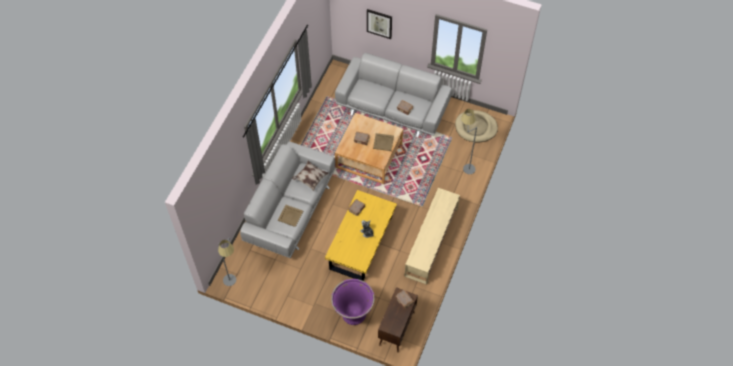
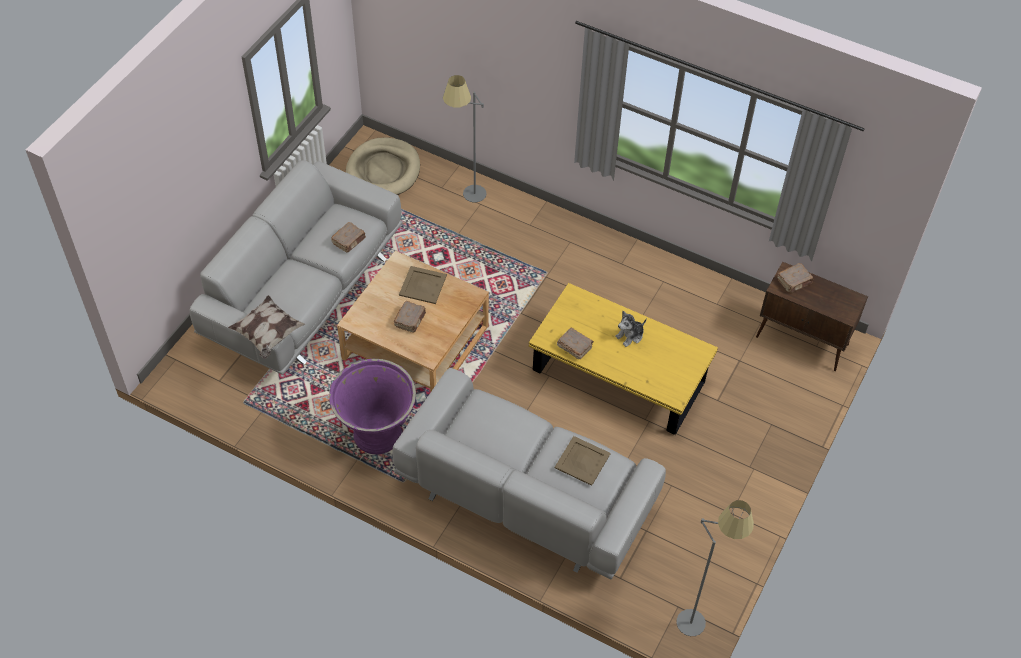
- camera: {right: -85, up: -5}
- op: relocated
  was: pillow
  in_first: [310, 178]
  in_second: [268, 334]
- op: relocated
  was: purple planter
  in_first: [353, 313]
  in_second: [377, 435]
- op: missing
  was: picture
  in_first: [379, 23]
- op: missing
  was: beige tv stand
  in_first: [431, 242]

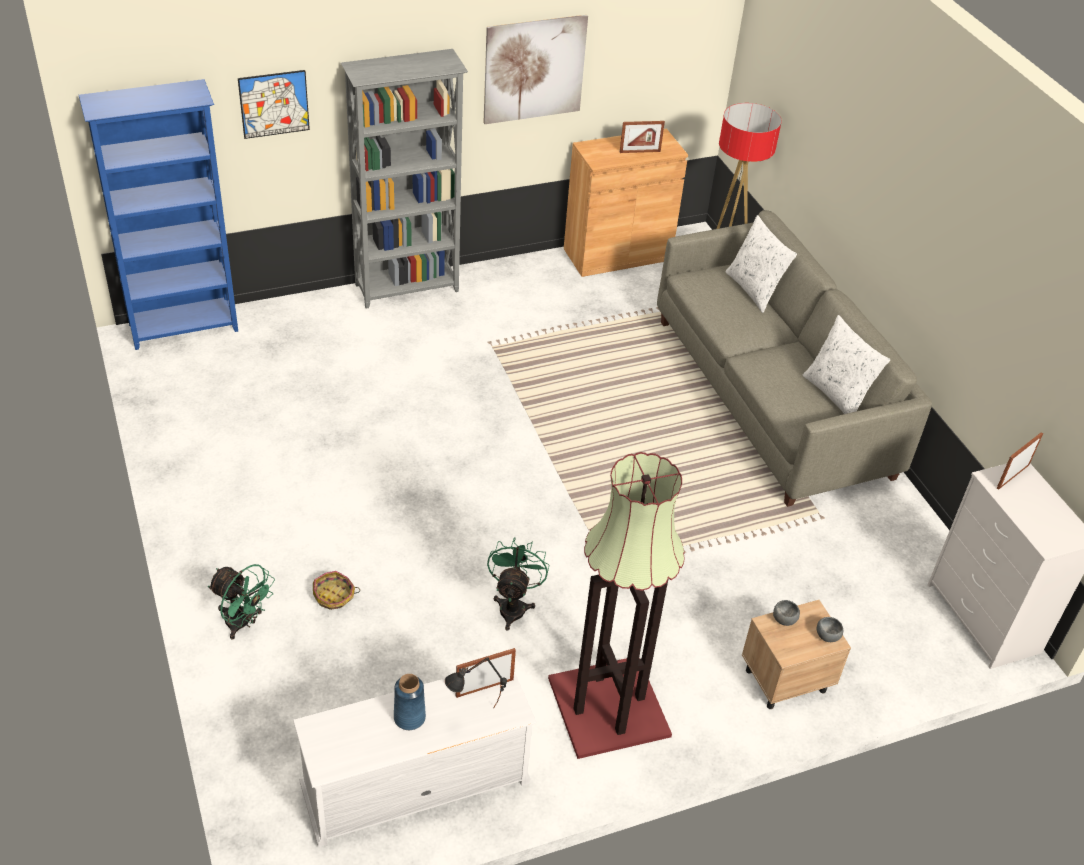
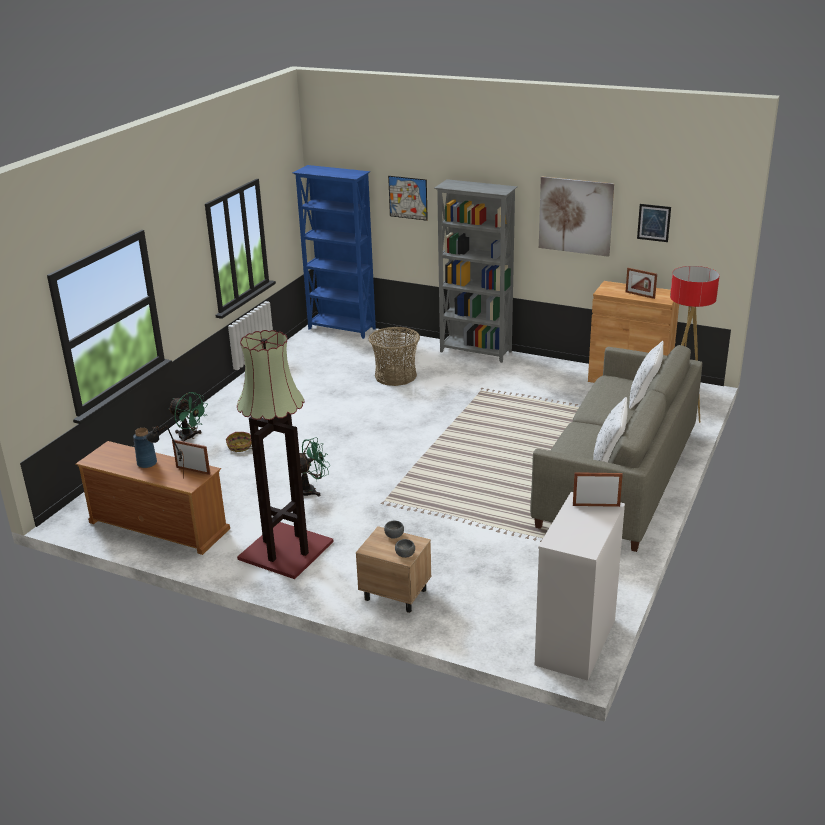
- camera: {right: 50, up: -15}
- op: spun
  was: green fan
  in_first: [243, 623]
  in_second: [190, 437]
  clockwise: -45
- op: colour
  was: white tv stand
  now: brown tv stand
  in_first: [414, 784]
  in_second: [157, 526]
- op: appeared
  now: basket
  in_second: [395, 376]
- op: appeared
  now: picture
  in_second: [654, 222]

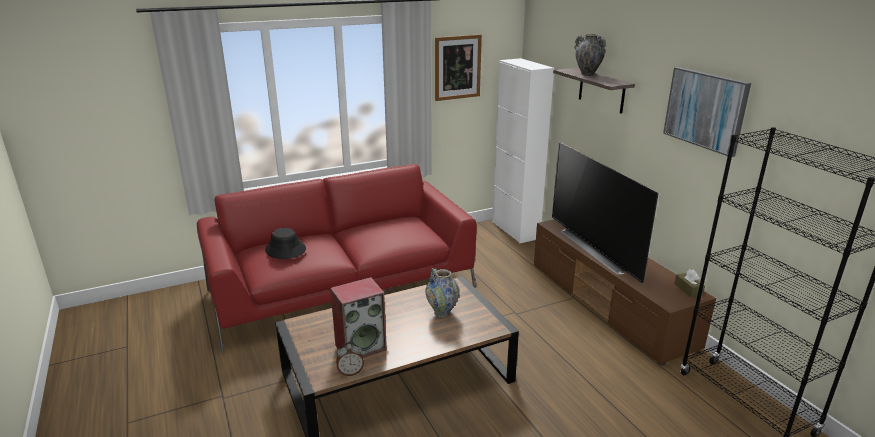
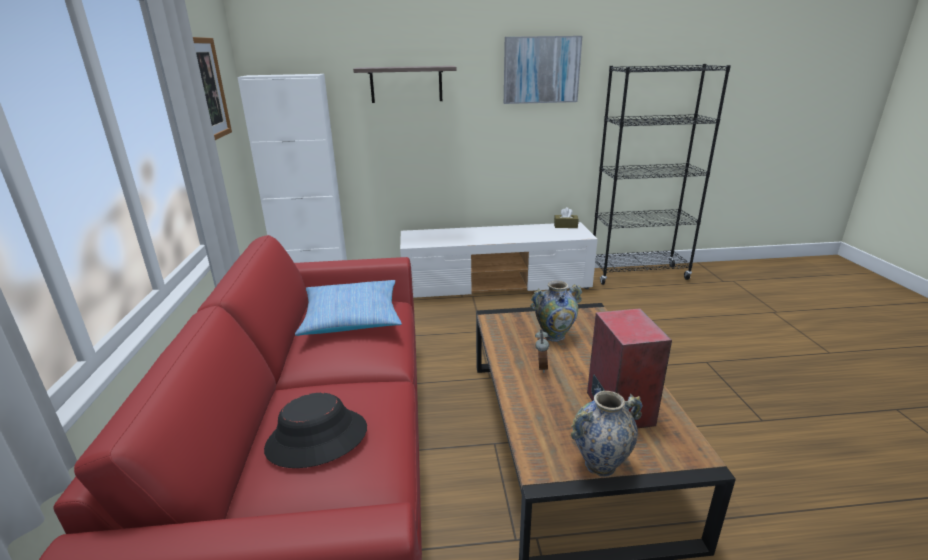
- camera: {right: -70, up: 0}
- op: relocated
  was: alarm clock
  in_first: [350, 372]
  in_second: [540, 367]
- op: colour
  was: brown tv stand
  now: white tv stand
  in_first: [610, 305]
  in_second: [496, 284]
- op: missing
  was: television
  in_first: [597, 249]
- op: relocated
  was: vase
  in_first: [587, 74]
  in_second: [600, 465]
- op: appeared
  now: pillow
  in_second: [351, 318]

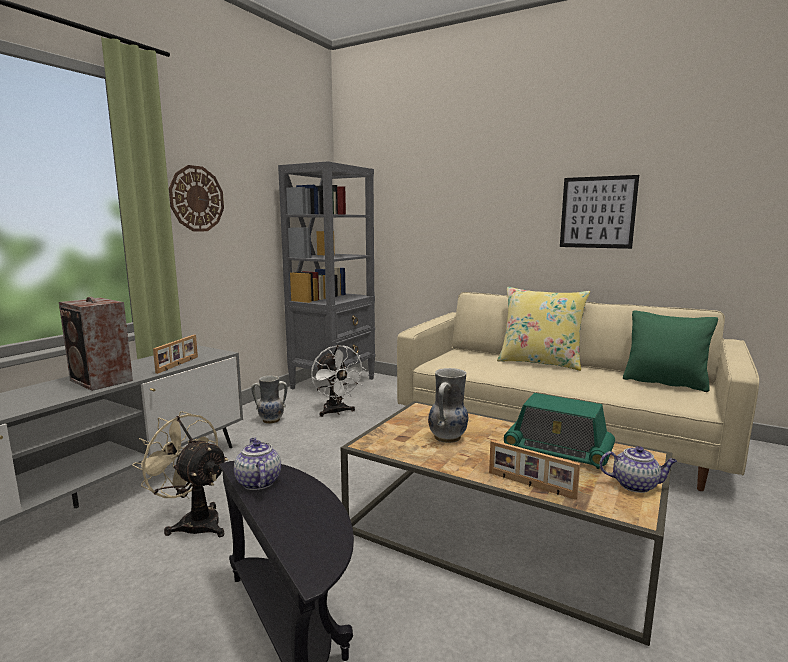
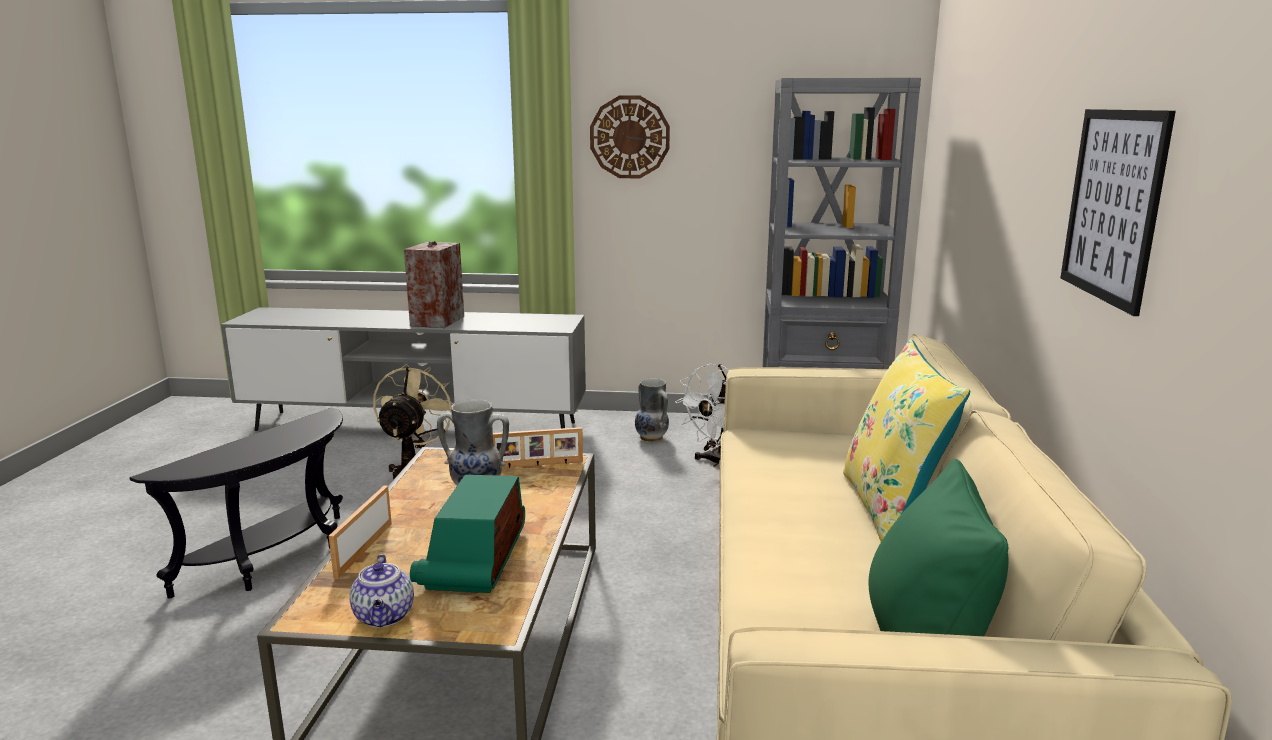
- camera: {right: 65, up: 5}
- op: relocated
  was: picture frame
  in_first: [178, 365]
  in_second: [537, 465]
- op: missing
  was: teapot
  in_first: [258, 482]

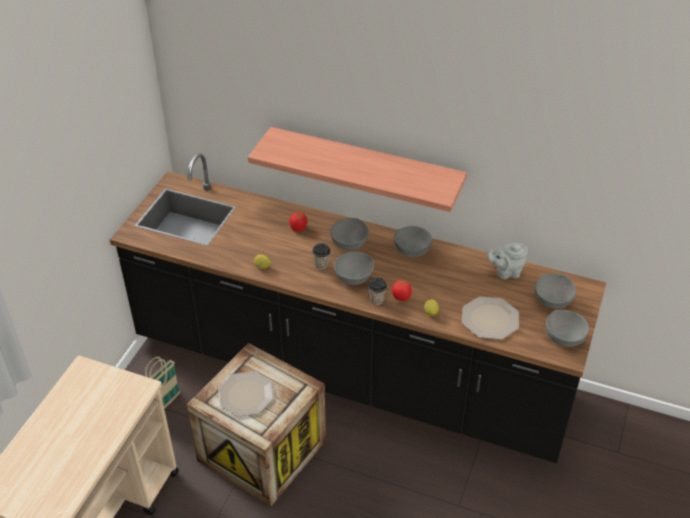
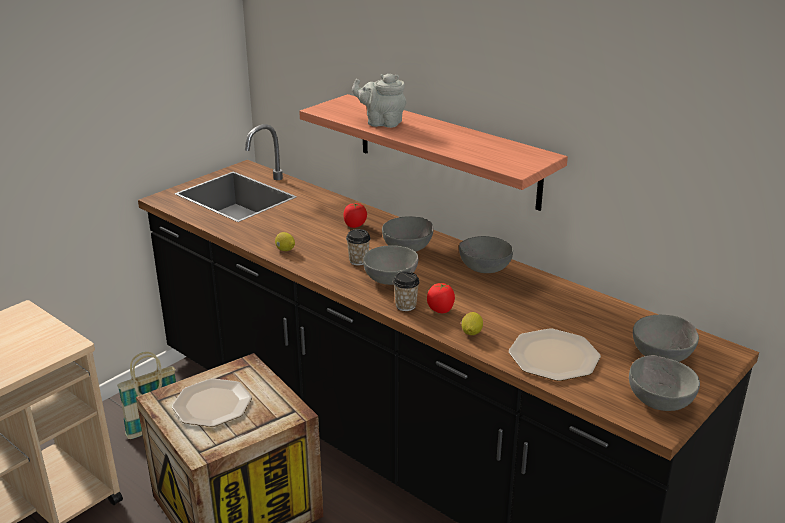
- camera: {right: 20, up: -15}
- op: relocated
  was: grey teapot
  in_first: [506, 272]
  in_second: [381, 123]

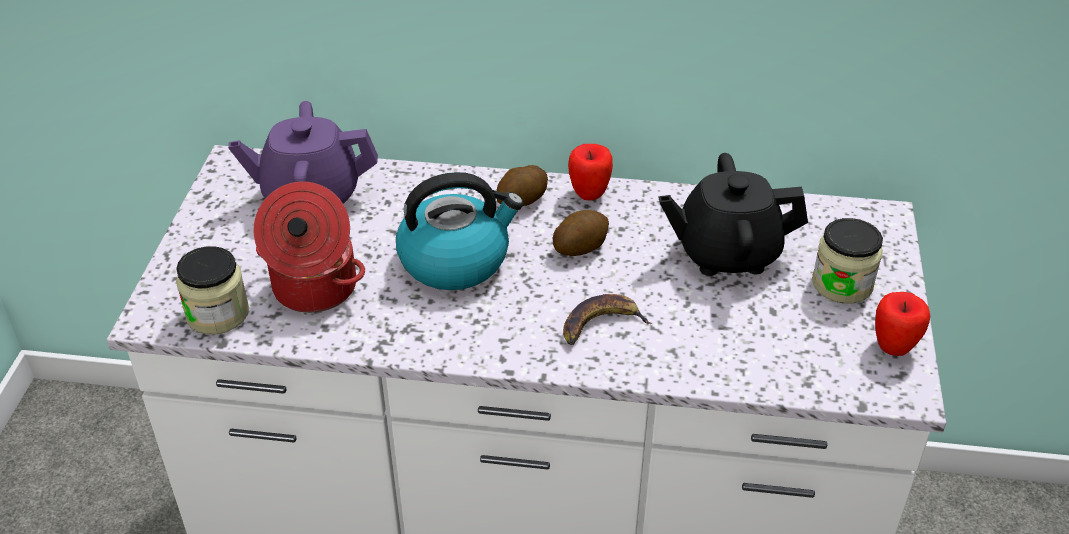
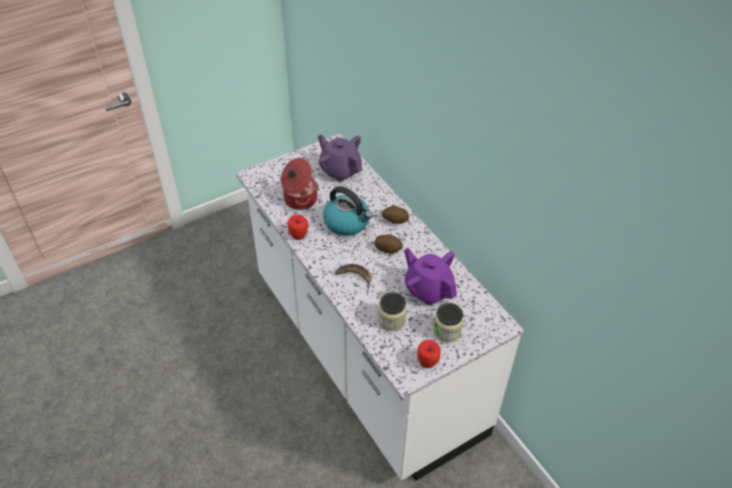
- camera: {right: 50, up: 5}
- op: relocated
  was: jar
  in_first: [217, 313]
  in_second: [391, 320]
- op: relocated
  was: apple
  in_first: [589, 193]
  in_second: [298, 236]
- op: colour
  was: black teapot
  now: purple teapot
  in_first: [727, 253]
  in_second: [428, 289]

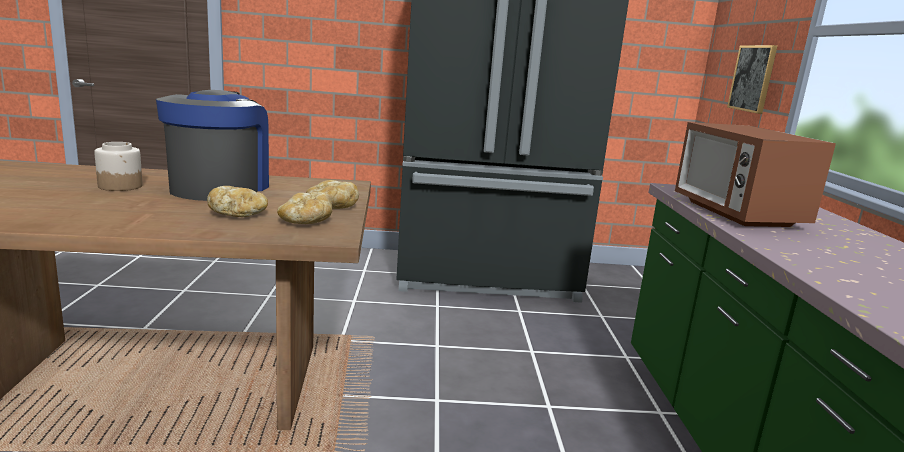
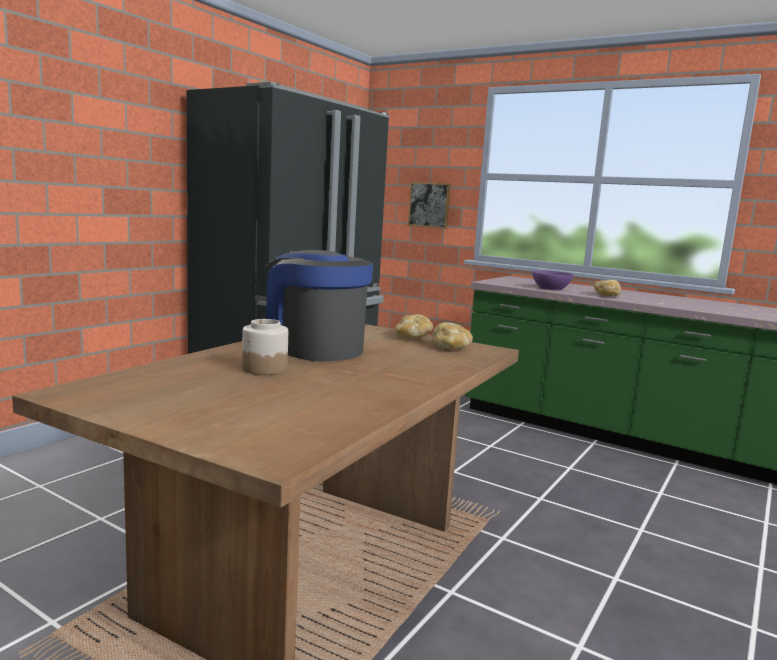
- camera: {right: -55, up: -5}
- op: relocated
  was: bread
  in_first: [239, 214]
  in_second: [606, 295]
- op: exchanged
  was: microwave
  now: purple bowl
  in_first: [736, 213]
  in_second: [551, 288]

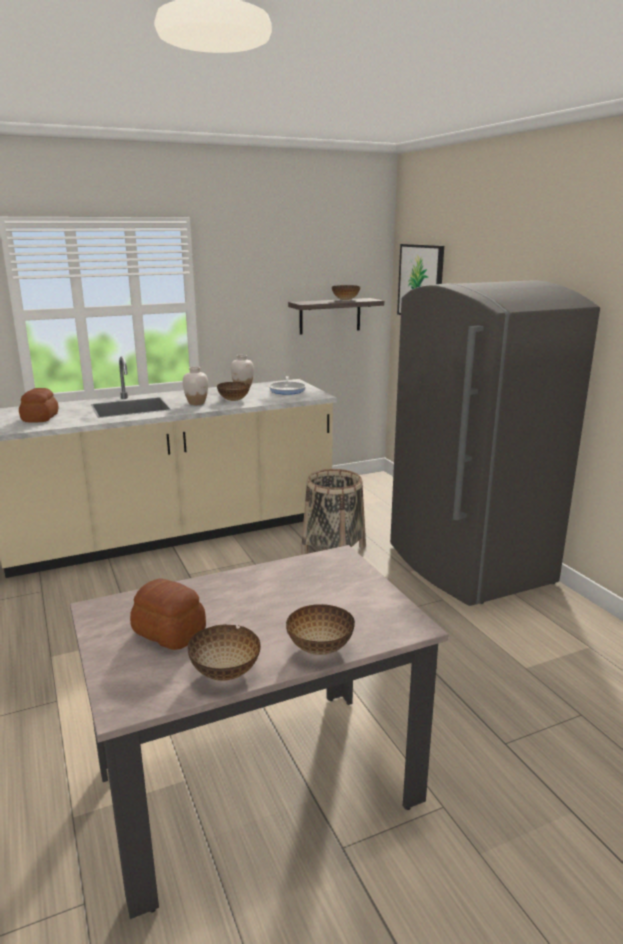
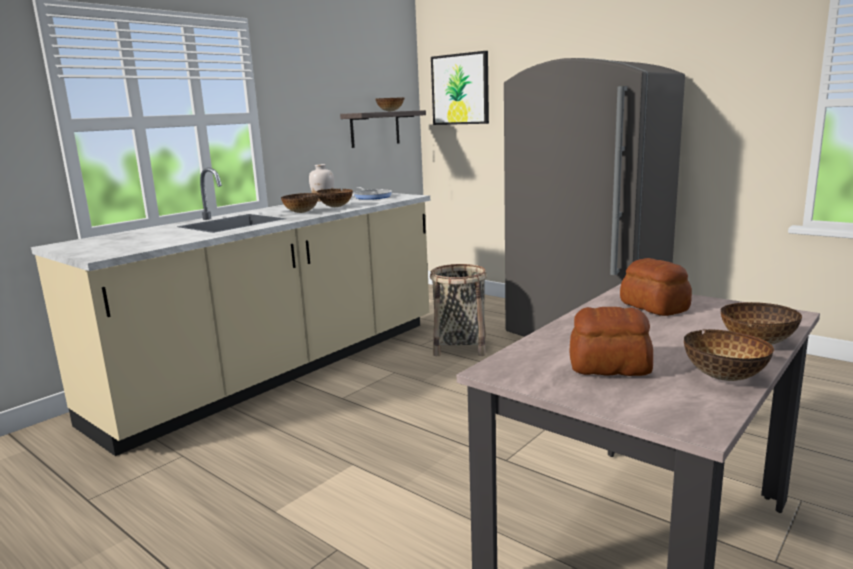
- camera: {right: -25, up: -5}
- op: relocated
  was: bread
  in_first: [41, 418]
  in_second: [654, 306]
- op: exchanged
  was: white vase
  now: bowl
  in_first: [196, 403]
  in_second: [301, 212]

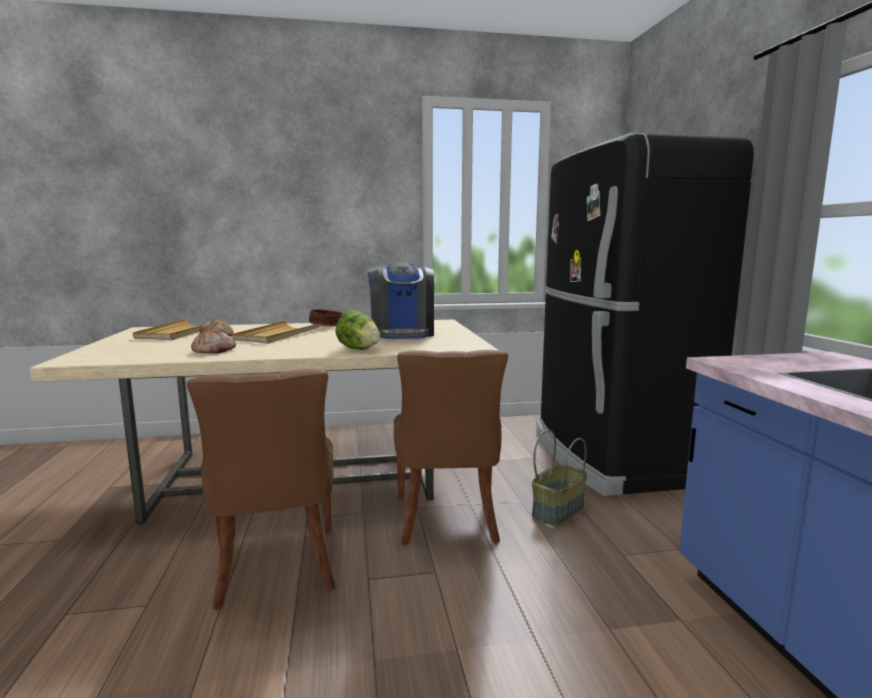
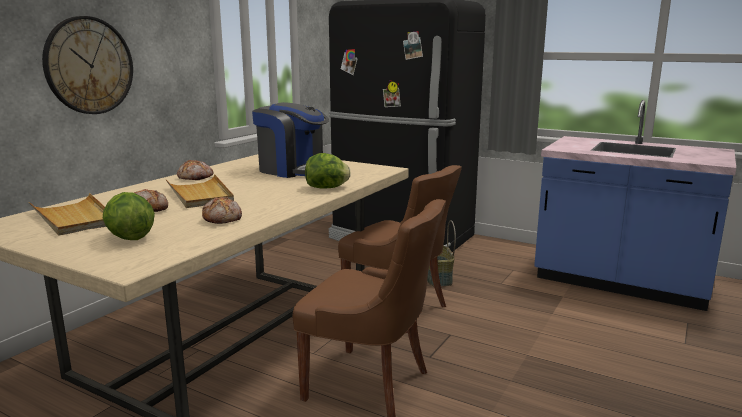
- camera: {right: -50, up: 5}
- op: exchanged
  was: bowl
  now: bread
  in_first: [327, 326]
  in_second: [196, 177]
- op: appeared
  now: wall clock
  in_second: [89, 65]
- op: appeared
  now: lettuce
  in_second: [129, 238]

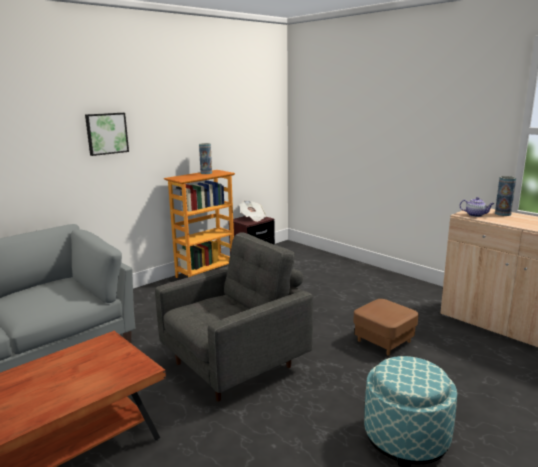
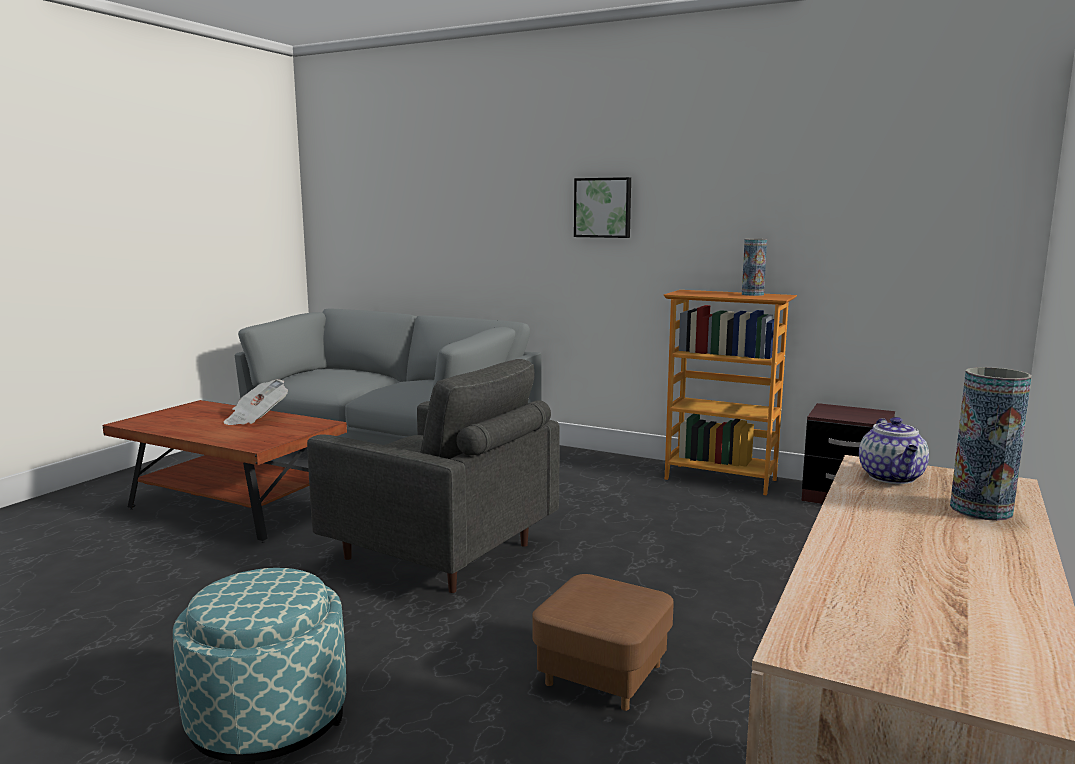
- camera: {right: 70, up: -5}
- op: relocated
  was: newspaper
  in_first: [253, 218]
  in_second: [256, 419]

